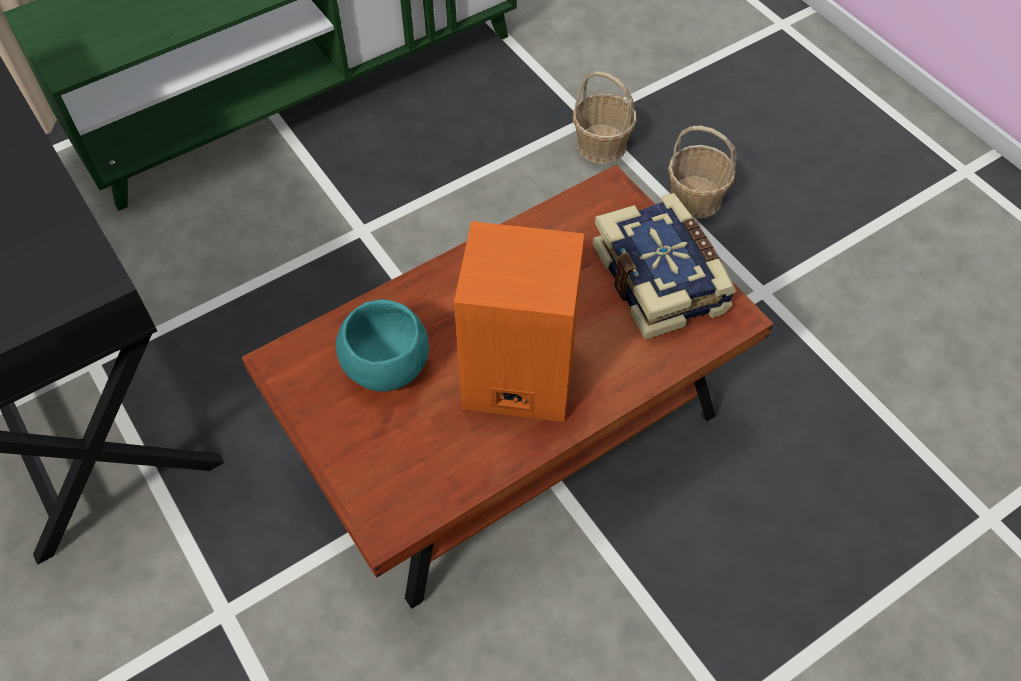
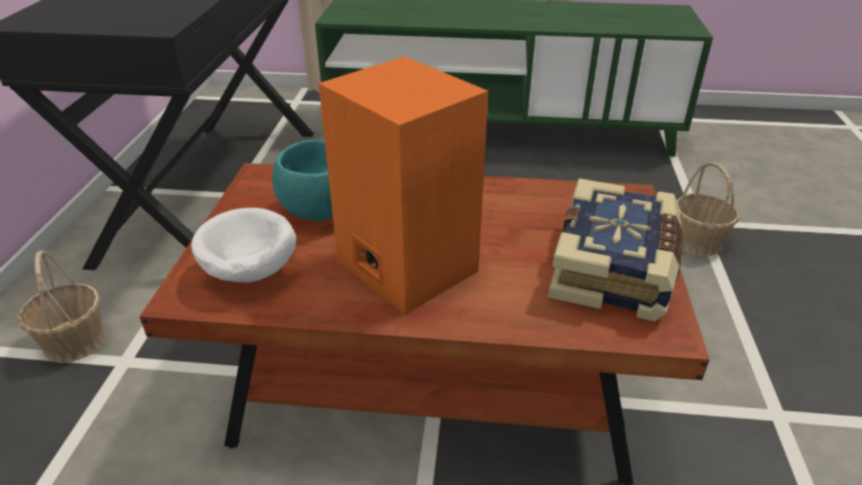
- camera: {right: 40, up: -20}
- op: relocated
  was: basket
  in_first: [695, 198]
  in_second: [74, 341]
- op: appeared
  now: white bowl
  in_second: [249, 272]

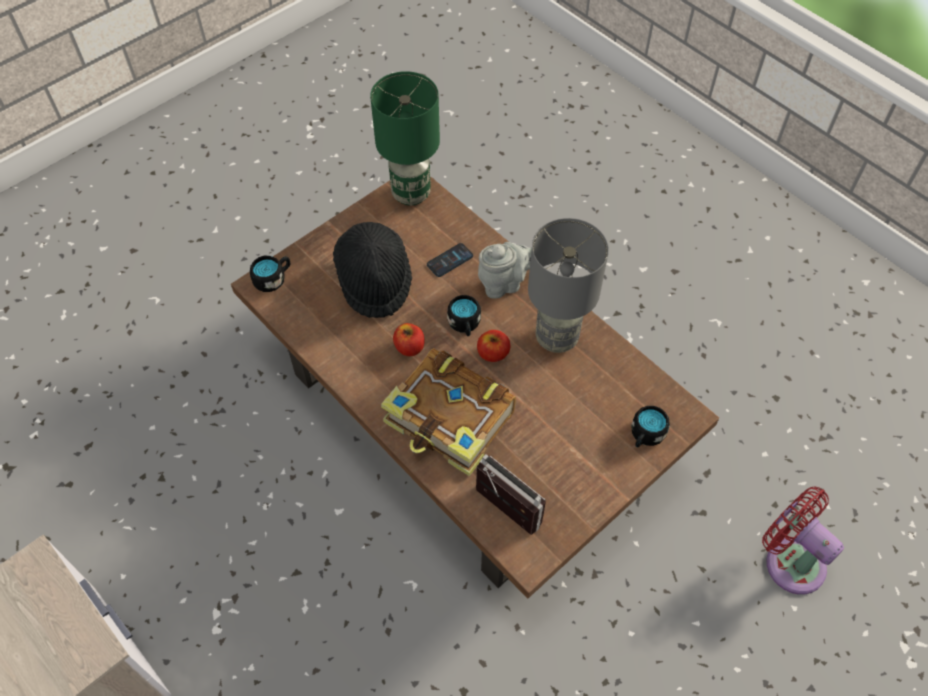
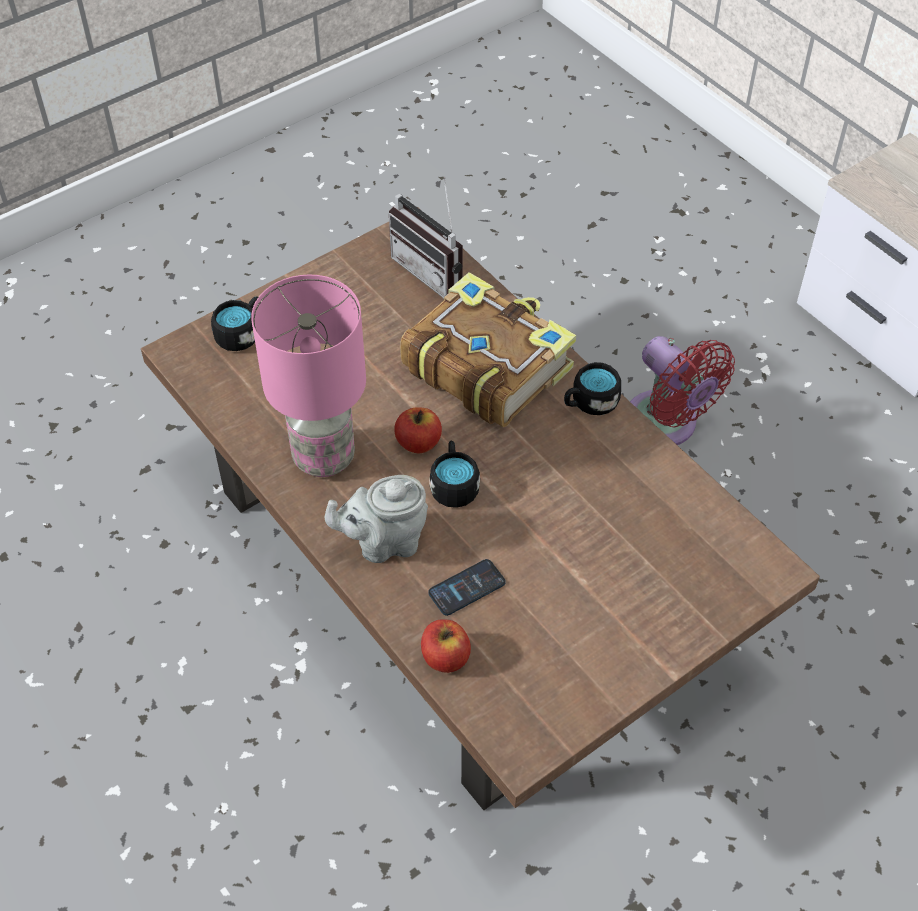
- camera: {right: -175, up: -5}
- op: relocated
  was: black mug
  in_first: [273, 279]
  in_second: [589, 403]
- op: missing
  was: black hat
  in_first: [374, 280]
- op: missing
  was: green table lamp
  in_first: [412, 193]
- op: relocated
  was: apple
  in_first: [409, 347]
  in_second: [445, 657]
- op: colour
  was: grey table lamp
  now: pink table lamp
  in_first: [557, 338]
  in_second: [322, 457]
- op: relocated
  was: red fan
  in_first: [790, 560]
  in_second: [666, 425]

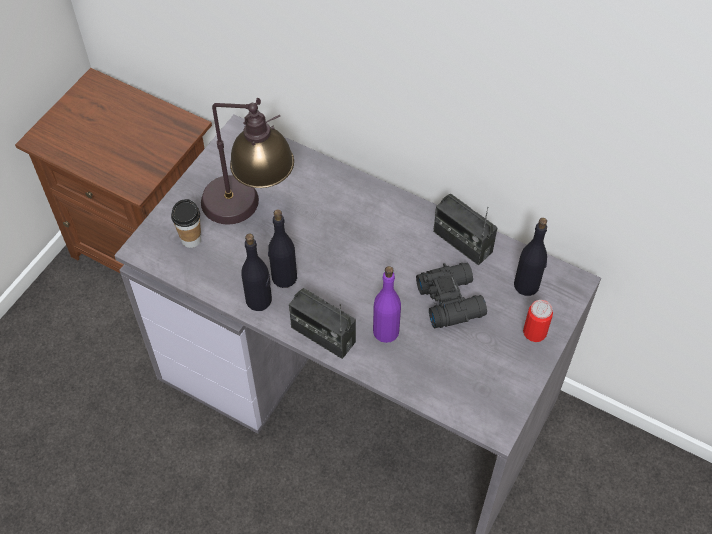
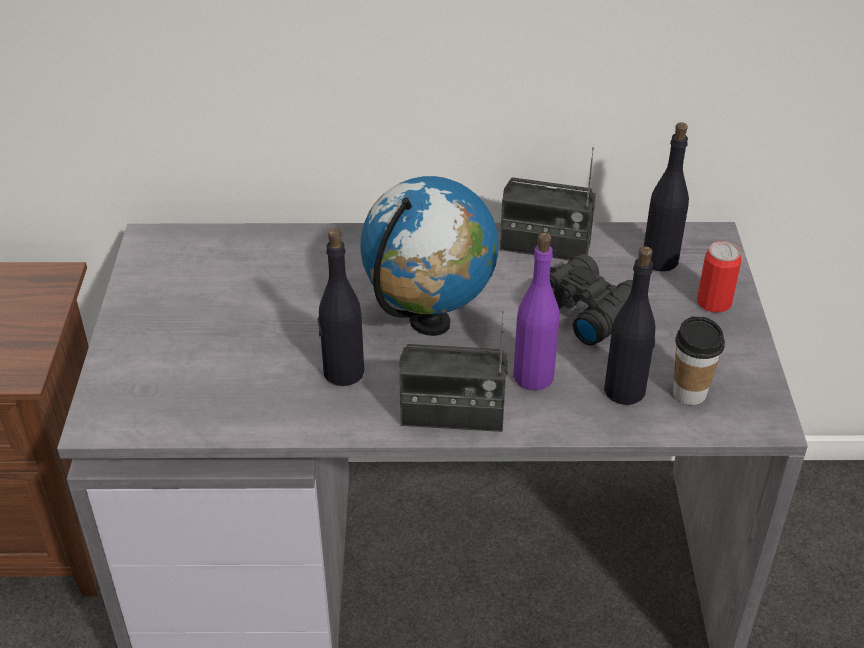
- camera: {right: -30, up: -15}
- op: relocated
  was: cup
  in_first: [191, 239]
  in_second: [689, 393]
- op: missing
  was: table lamp
  in_first: [249, 209]
- op: relocated
  was: black bottle
  in_first: [259, 300]
  in_second: [625, 390]
- op: appeared
  now: globe
  in_second: [430, 323]

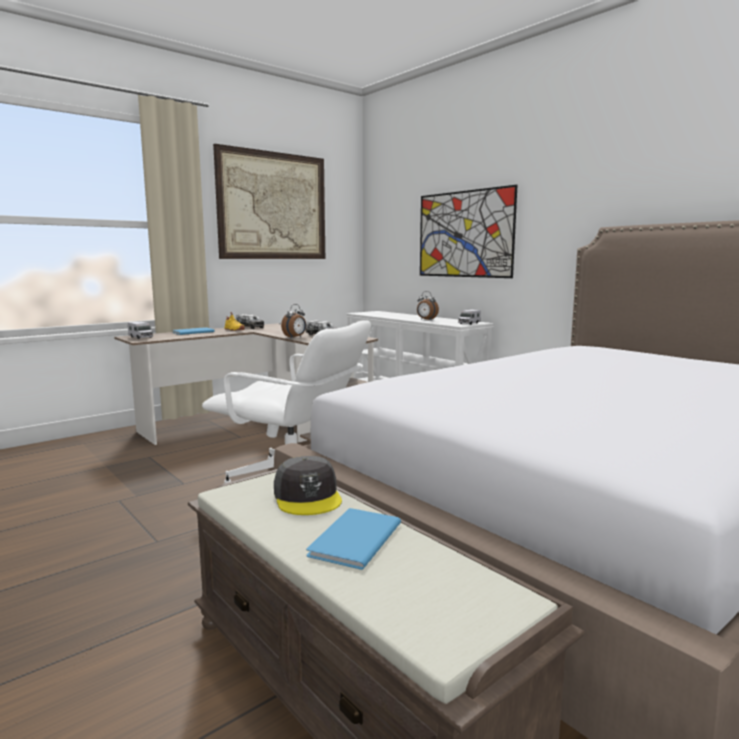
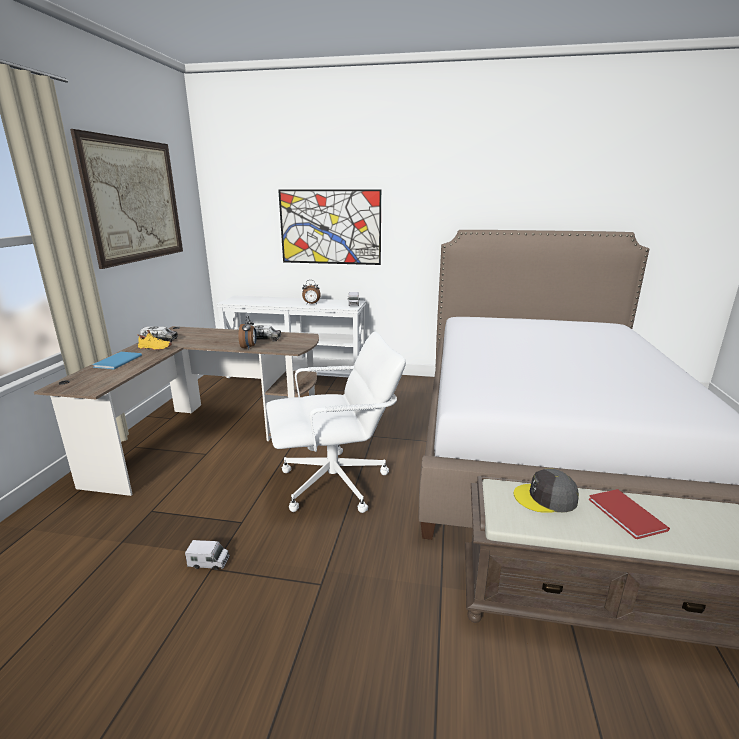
- camera: {right: -40, up: 10}
- op: relocated
  was: toy truck
  in_first: [140, 337]
  in_second: [209, 562]
- op: spun
  was: grey cap
  in_first: [308, 497]
  in_second: [545, 498]
  clockwise: 150
- op: colour
  was: blue book
  now: red book
  in_first: [352, 540]
  in_second: [626, 515]

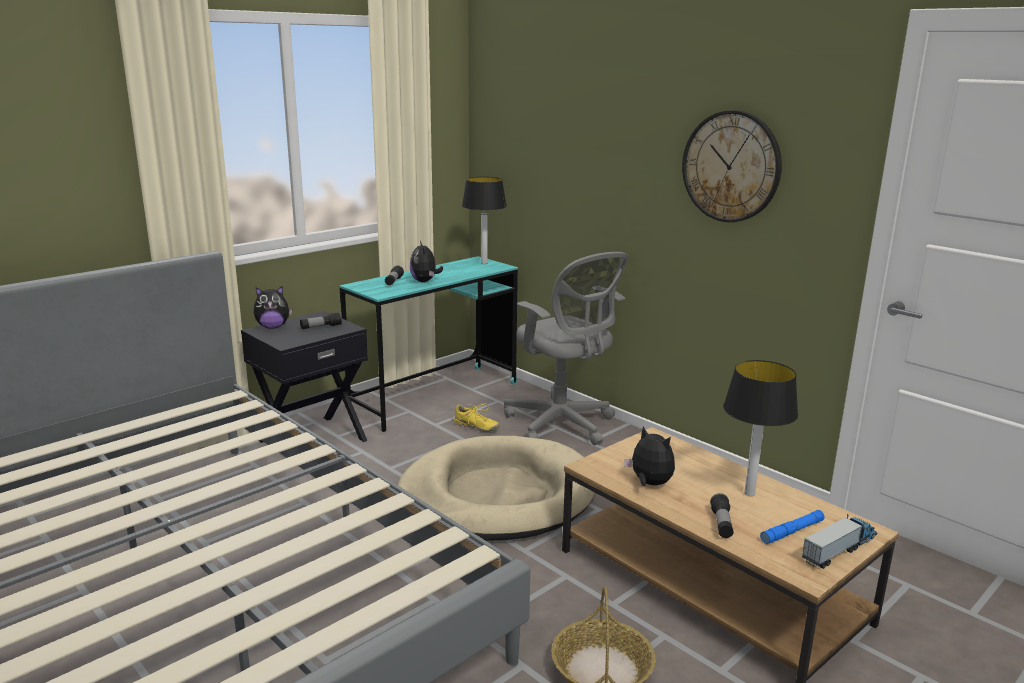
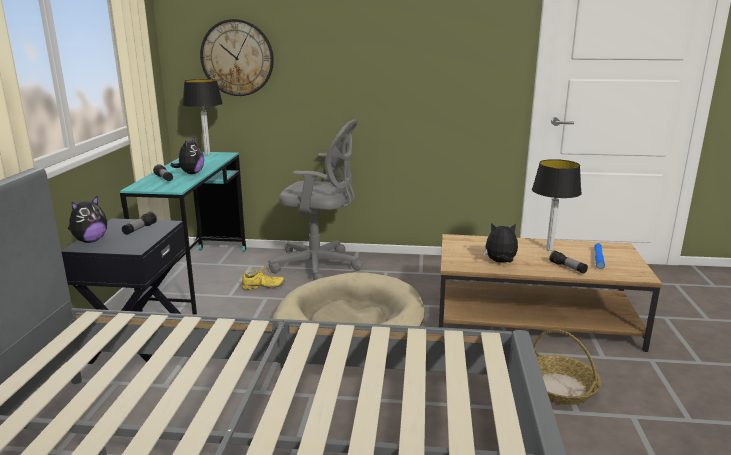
- camera: {right: -40, up: 0}
- op: spun
  was: plush toy
  in_first: [425, 281]
  in_second: [191, 173]
  clockwise: -120
- op: relocated
  was: wall clock
  in_first: [731, 166]
  in_second: [237, 58]
- op: missing
  was: toy truck
  in_first: [839, 549]

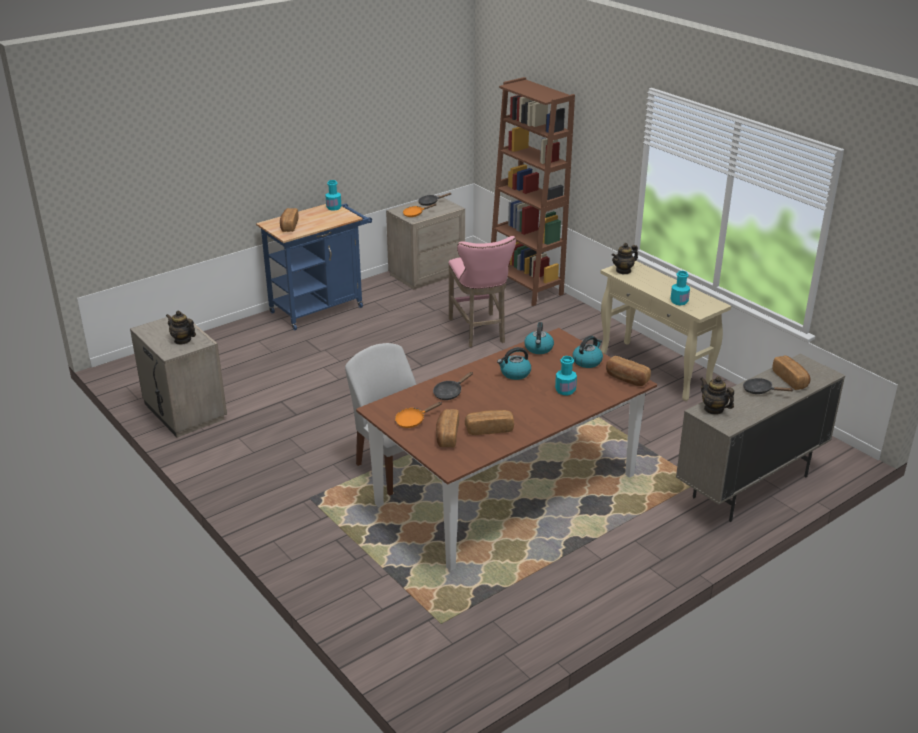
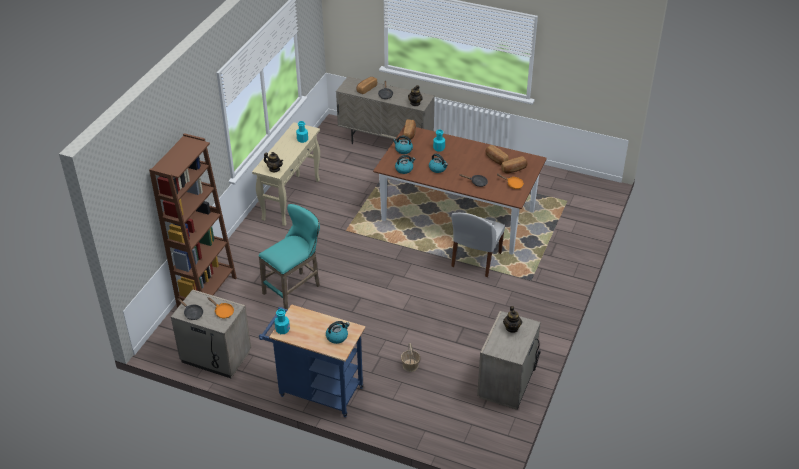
- camera: {right: -120, up: 10}
- op: exchanged
  was: bread
  now: kettle
  in_first: [289, 226]
  in_second: [337, 336]
- op: colour
  was: pink stool
  now: turquoise stool
  in_first: [479, 332]
  in_second: [295, 289]
- op: appeared
  now: basket
  in_second: [410, 366]

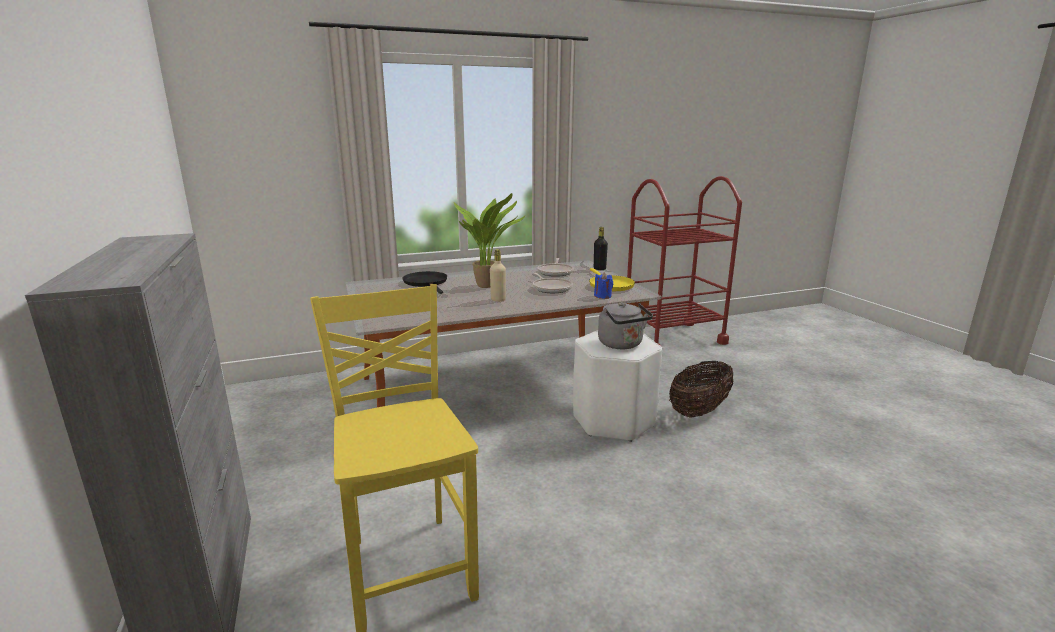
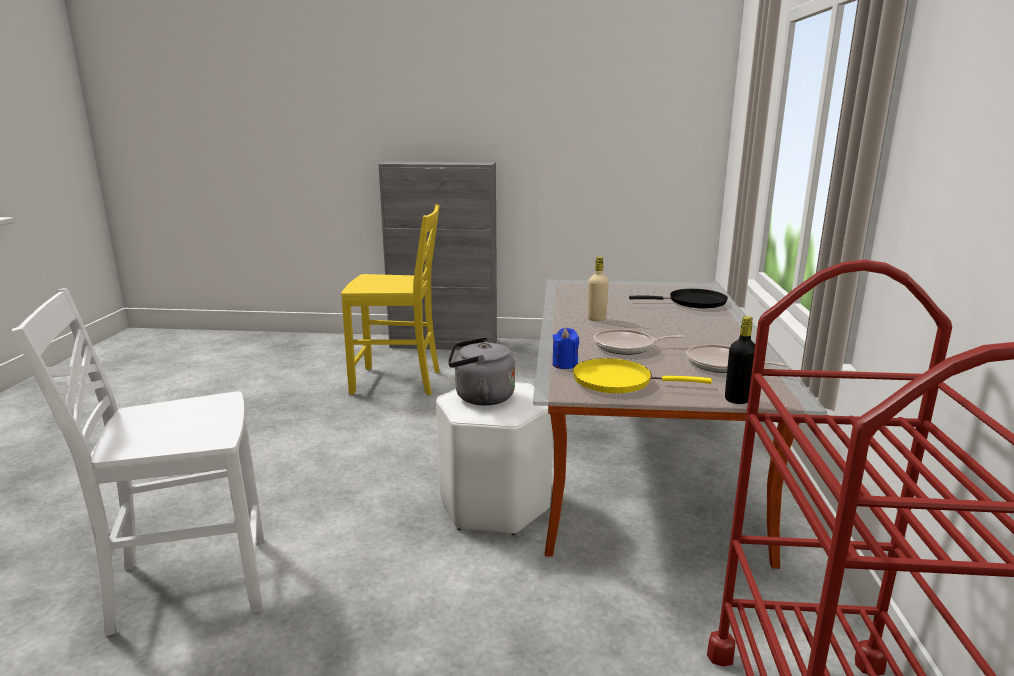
- camera: {right: 115, up: 0}
- op: missing
  was: potted plant
  in_first: [488, 285]
- op: missing
  was: basket
  in_first: [699, 411]
- op: appeared
  now: white chair
  in_second: [188, 585]

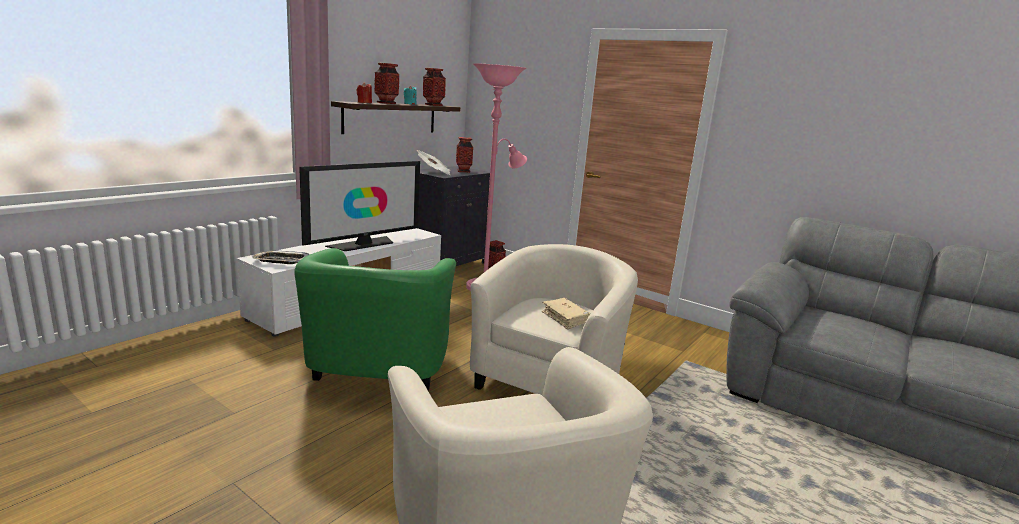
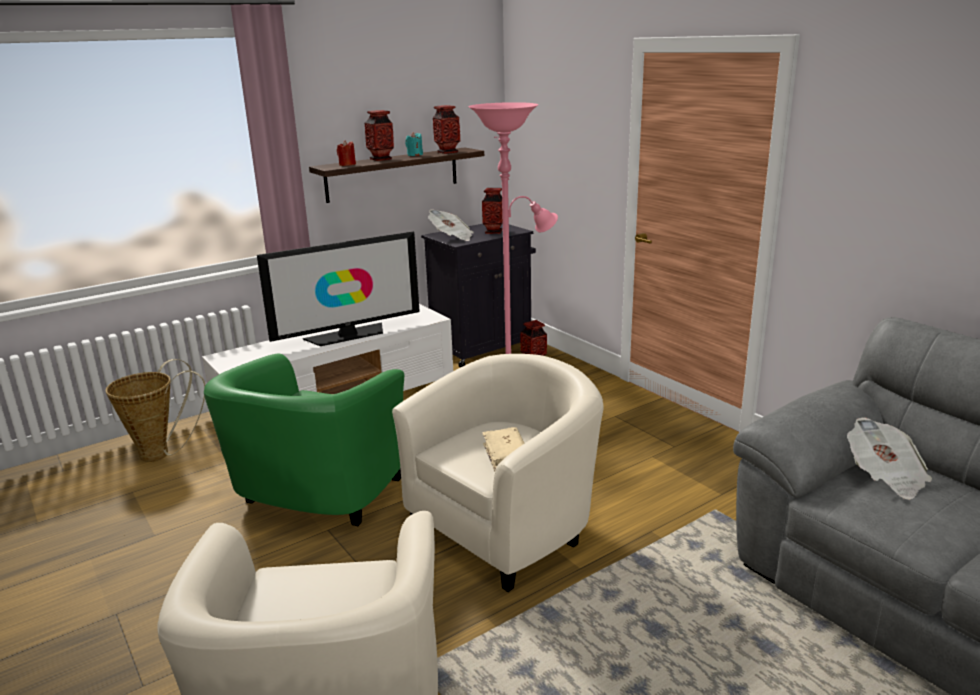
- camera: {right: 20, up: 5}
- op: missing
  was: tray
  in_first: [281, 261]
- op: appeared
  now: basket
  in_second: [162, 453]
- op: appeared
  now: newspaper
  in_second: [885, 477]

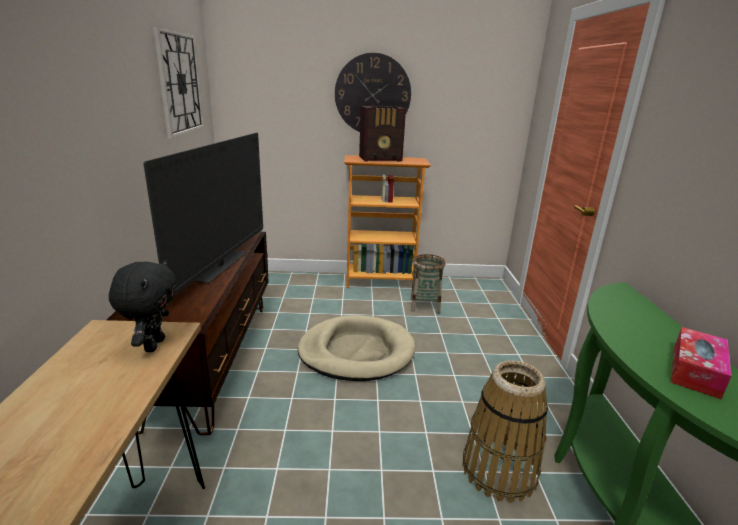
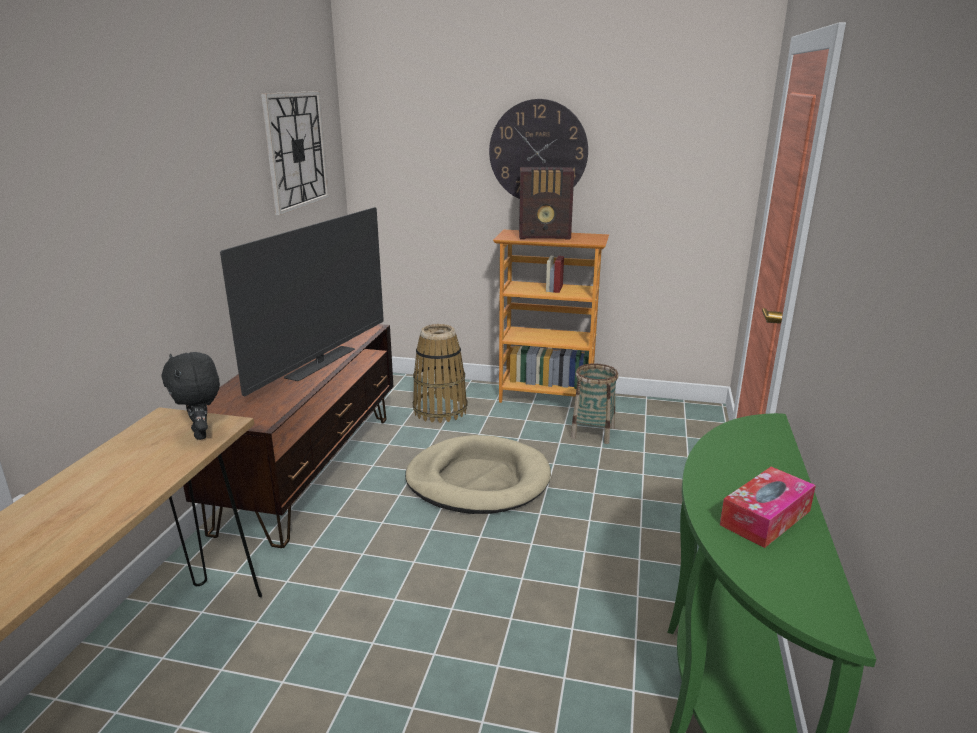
- camera: {right: 15, up: 0}
- op: spun
  was: black plush toy
  in_first: [153, 345]
  in_second: [202, 434]
  clockwise: 135
- op: relocated
  was: basket
  in_first: [499, 470]
  in_second: [440, 410]

